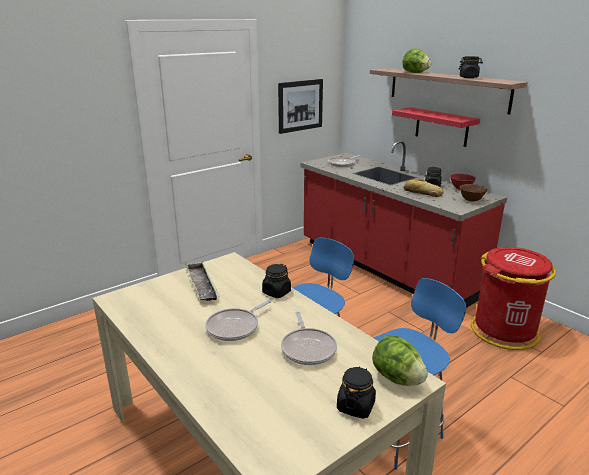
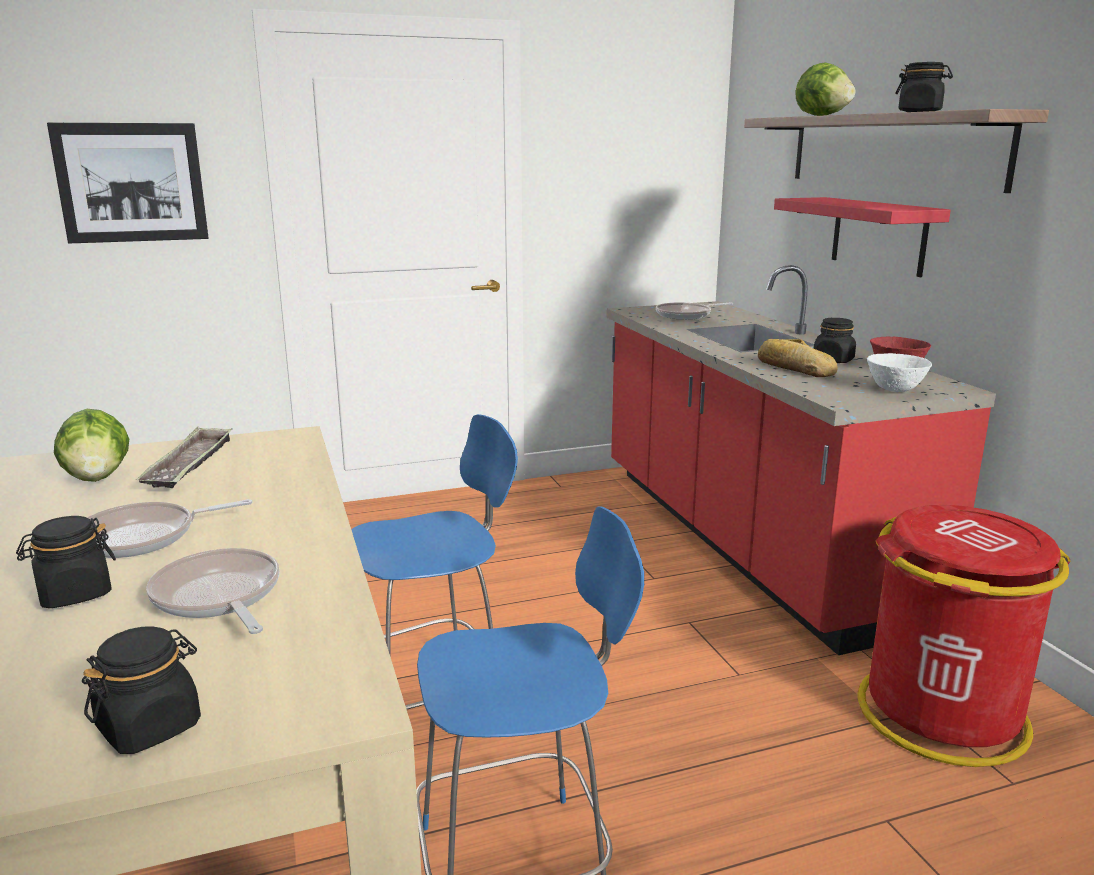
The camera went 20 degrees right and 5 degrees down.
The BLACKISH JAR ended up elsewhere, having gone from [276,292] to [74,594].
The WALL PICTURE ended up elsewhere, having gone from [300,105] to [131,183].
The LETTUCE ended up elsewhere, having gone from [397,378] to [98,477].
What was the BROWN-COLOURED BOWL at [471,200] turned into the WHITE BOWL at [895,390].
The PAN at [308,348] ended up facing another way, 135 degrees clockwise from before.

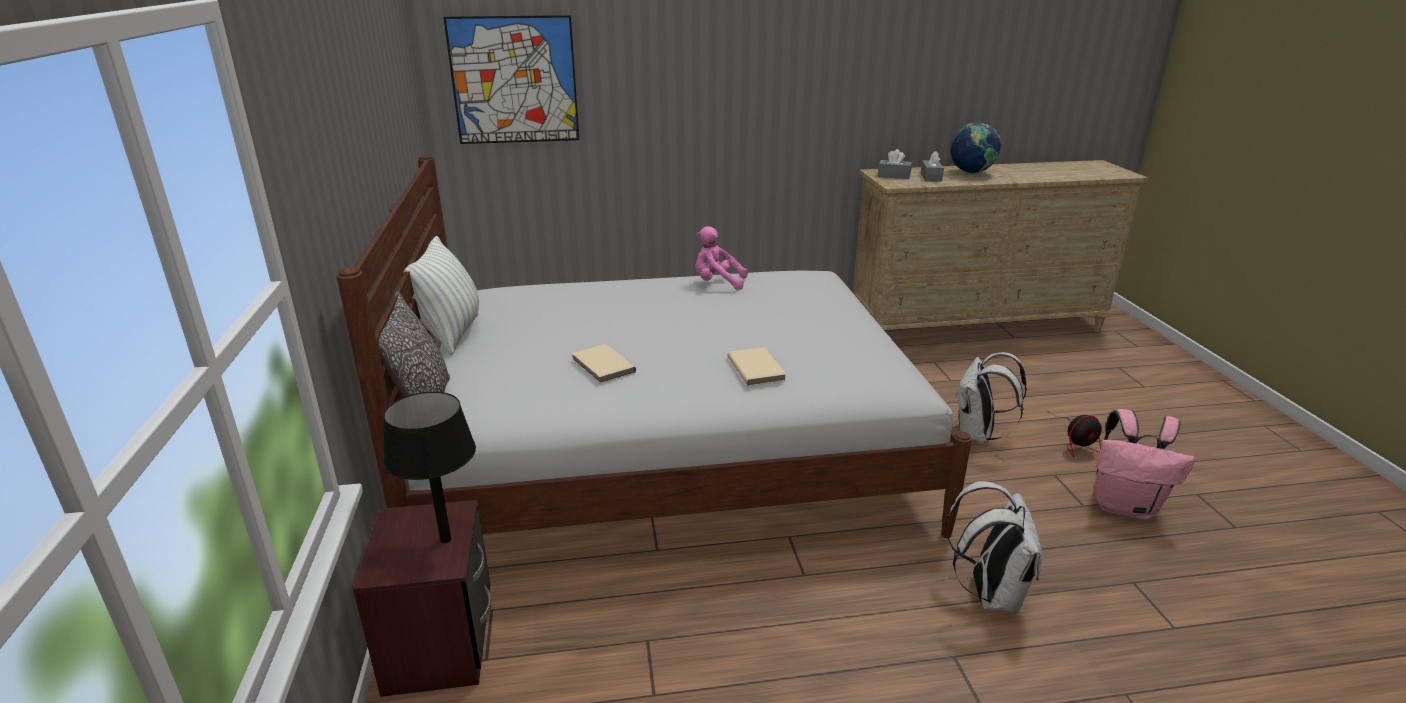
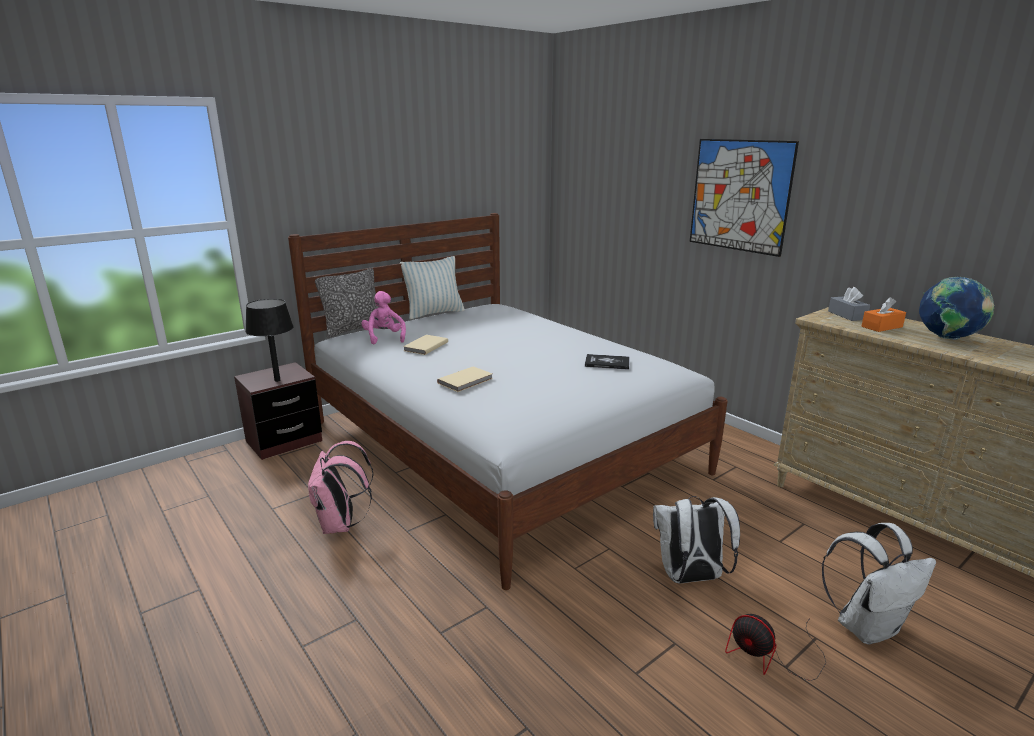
The camera went 60 degrees right and 5 degrees down.
The second view gained the BOOK at [607,363].
The WALL PICTURE ended up elsewhere, having gone from [514,80] to [739,195].
The PINK-COLOURED CUDDLY TOY ended up elsewhere, having gone from [717,283] to [384,338].
The WHITE BACKPACK ended up elsewhere, having gone from [989,594] to [867,626].
The PINK-COLOURED BACKPACK ended up elsewhere, having gone from [1125,507] to [341,525].
What was the GRAY TISSUE HOLDER at [931,177] turned into the ORANGE-COLOURED TISSUE HOLDER at [881,327].

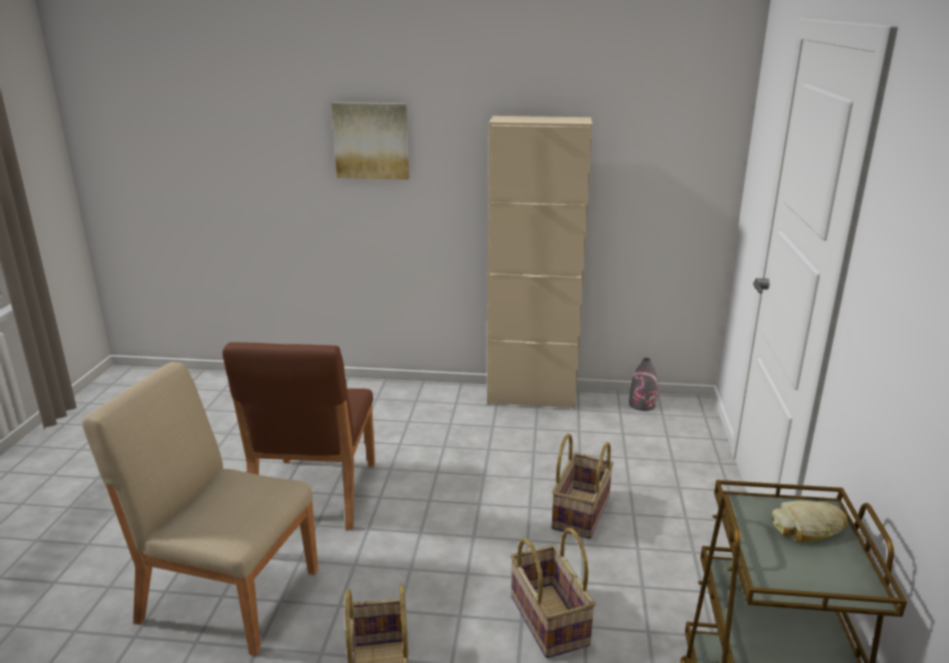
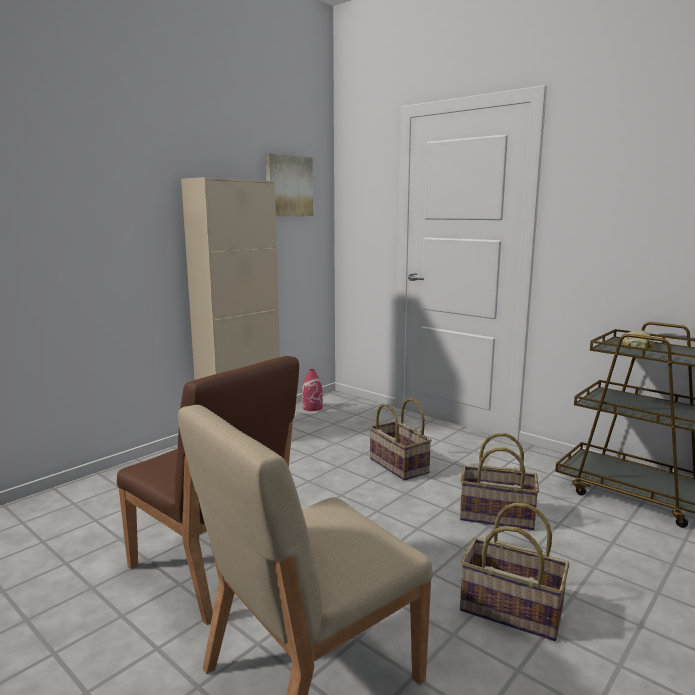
The camera went 55 degrees left and 10 degrees down.
The WALL PICTURE ended up elsewhere, having gone from [371,140] to [288,186].
What was the GRAY VASE at [642,405] turned into the RED-COLOURED VASE at [312,407].

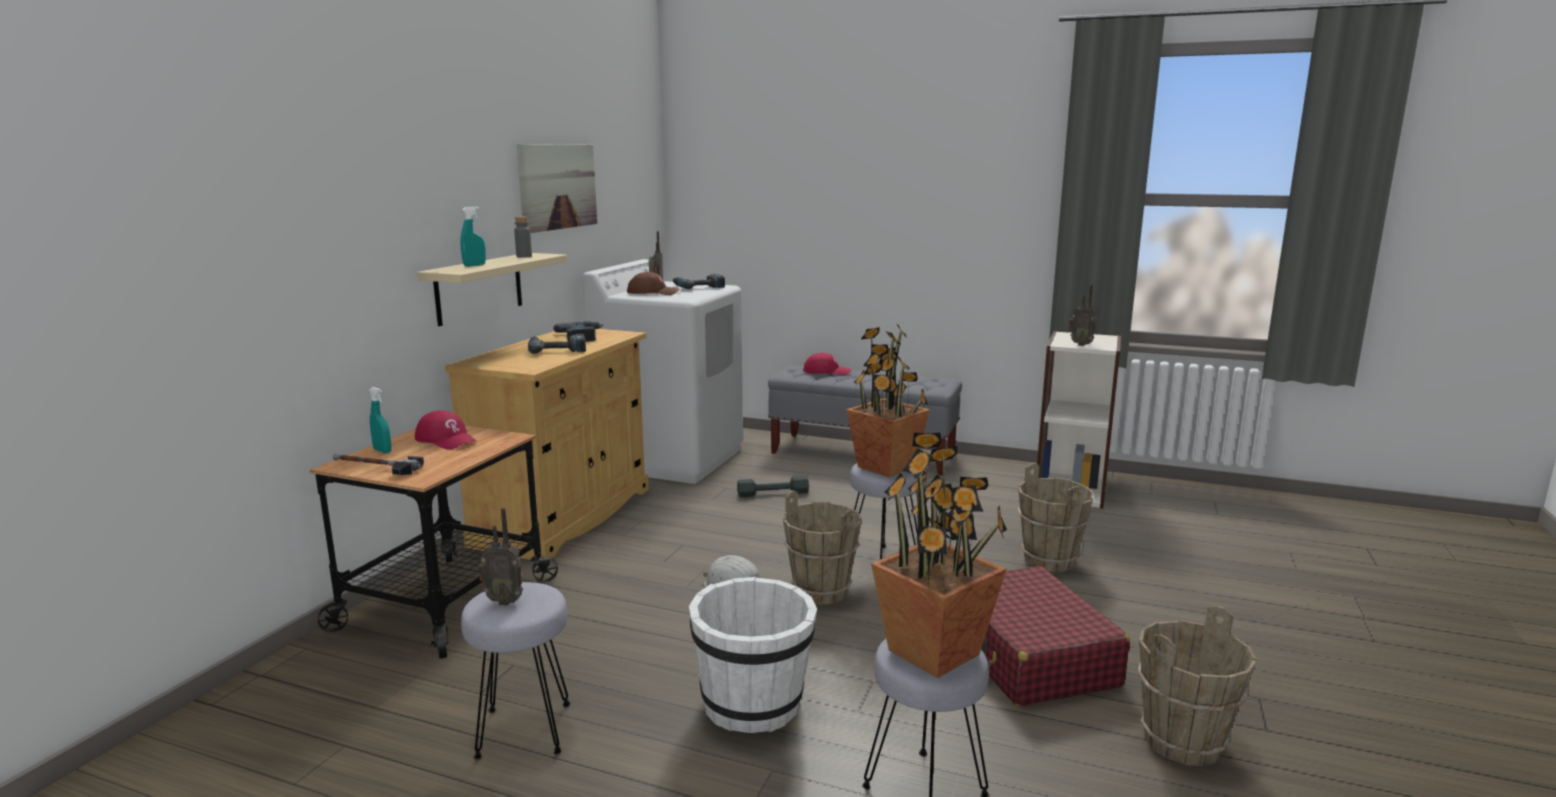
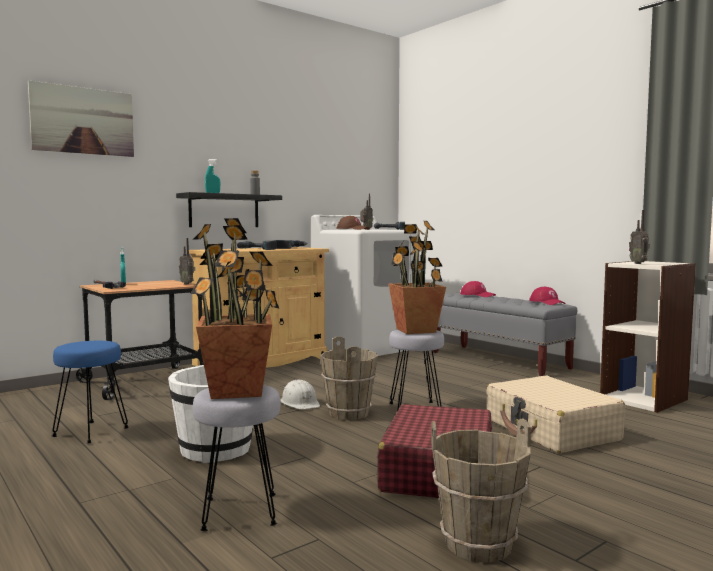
The camera went 30 degrees right and 10 degrees down.
The second view lost the GRAY HAND WEIGHT at [773,493].
The RED-COLOURED PEAKED CAP ended up elsewhere, having gone from [446,440] to [547,302].
The RADIO RECEIVER ended up elsewhere, having gone from [504,601] to [187,284].
The WALL PICTURE ended up elsewhere, having gone from [558,186] to [83,121].
Where the BROWN-COLOURED WATER BUCKET stood at [1050,560], the BEIGE TRAVEL CASE came to stand at [551,430].
What was the BEIGE WALL SHELF at [479,288] turned into the BLACKISH WALL SHELF at [224,211].
What was the GRAY STOOL SEAT at [526,730] turned into the BLUISH STOOL SEAT at [91,432].

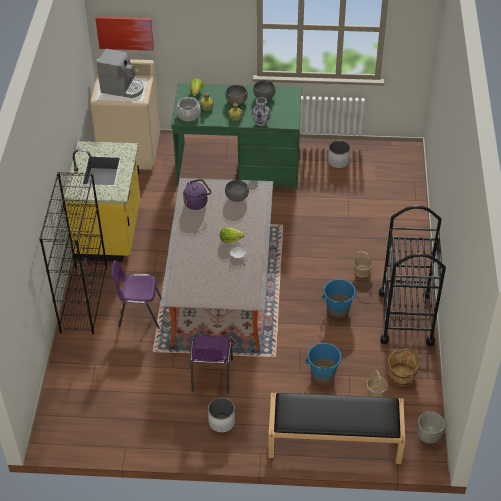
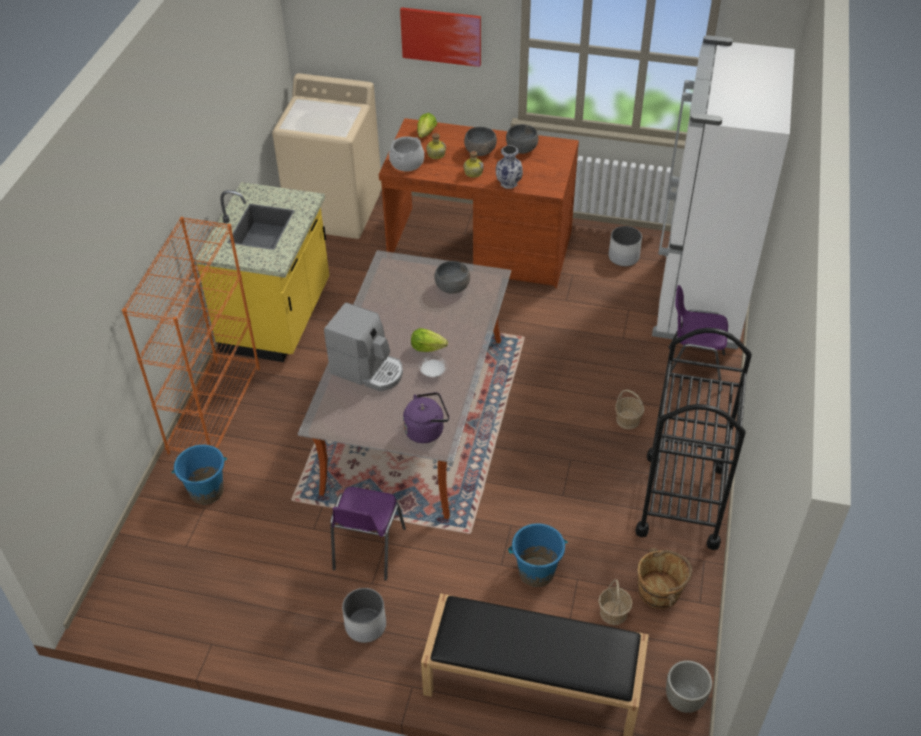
The camera went 10 degrees right and 0 degrees up.
The second view gained the WHITE KITCHEN FRIDGE at [697,299].
The WALL PICTURE ended up elsewhere, having gone from [125,32] to [441,36].
The COFFEE MACHINE ended up elsewhere, having gone from [122,88] to [368,370].
The PURPLE UPRIGHT CHAIR ended up elsewhere, having gone from [139,313] to [692,367].
The PURPLE KETTLE ended up elsewhere, having gone from [197,202] to [426,430].
The BLUISH WATER BUCKET ended up elsewhere, having gone from [338,309] to [206,491].
What was the BLACKISH BOOKCASE at [84,299] turned into the ORANGE-COLOURED BOOKCASE at [215,409].
What was the GREEN-COLOURED DESK UNIT at [239,166] turned into the BROWN-COLOURED DESK UNIT at [480,247].

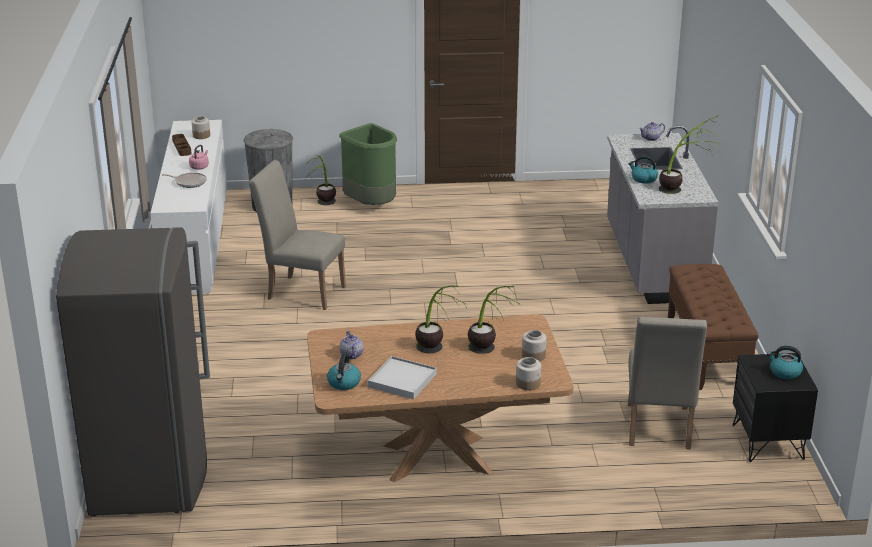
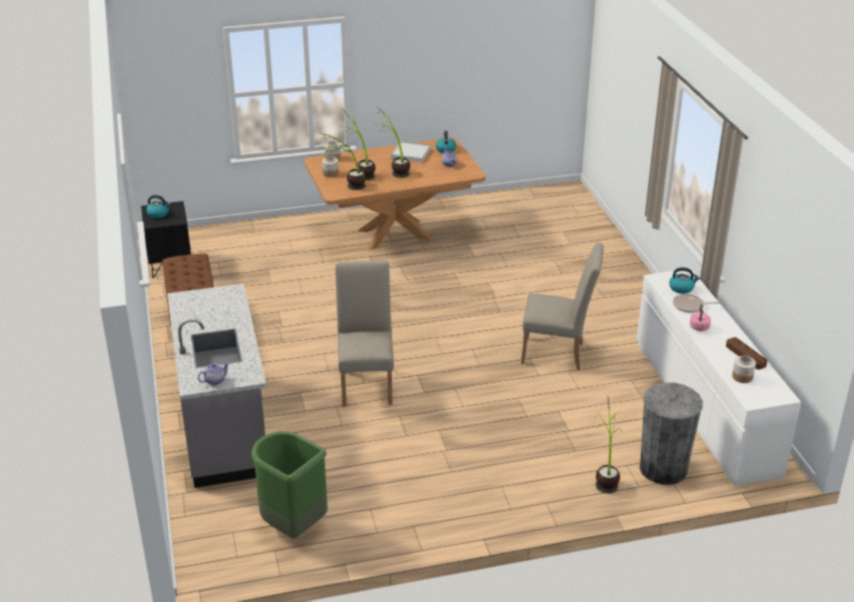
The camera went 170 degrees right and 5 degrees up.
The second view lost the GRAY KITCHEN FRIDGE at [150,475].
The GREEN-COLOURED WASTE BIN ended up elsewhere, having gone from [371,205] to [292,526].
The KETTLE ended up elsewhere, having gone from [643,179] to [682,288].
The BEIGE UPRIGHT CHAIR ended up elsewhere, having gone from [657,430] to [367,383].
The HOUSEPLANT ended up elsewhere, having gone from [683,188] to [345,187].

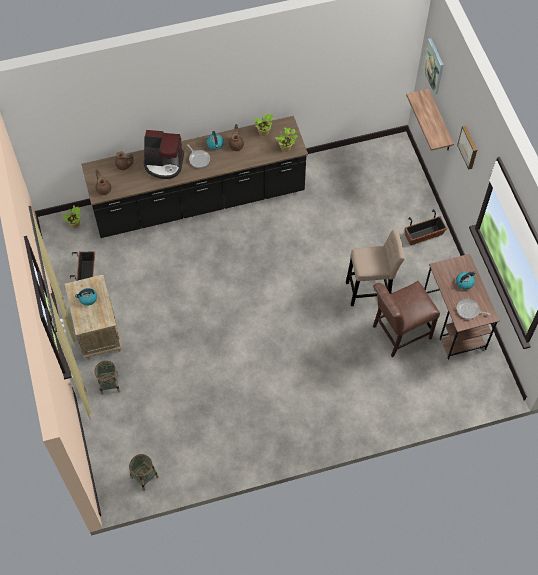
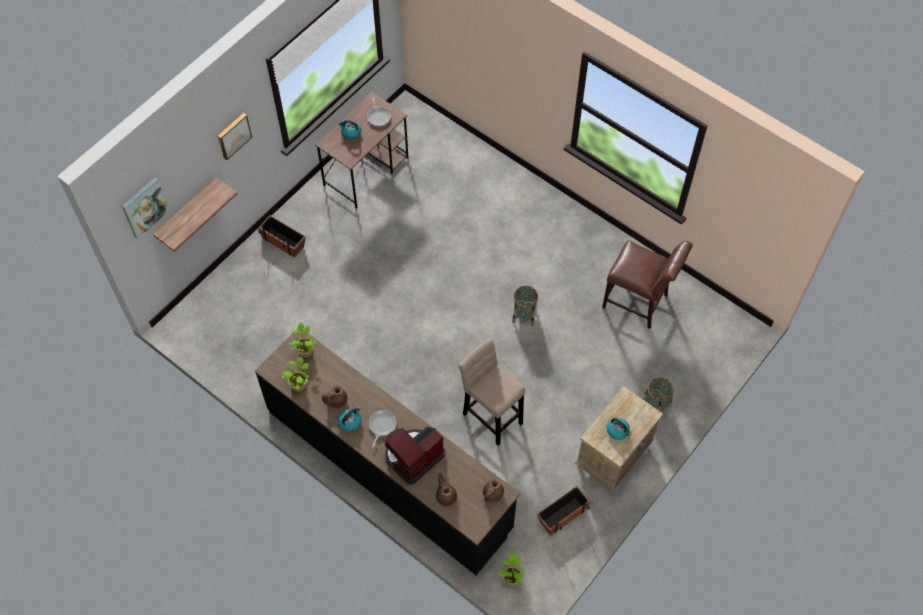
The camera went 125 degrees left and 0 degrees up.
The HOUSEHOLD BASKET ended up elsewhere, having gone from [144,477] to [524,315].
The BEIGE STOOL SEAT ended up elsewhere, having gone from [371,291] to [490,415].
The BROWN-COLOURED UPRIGHT CHAIR ended up elsewhere, having gone from [398,333] to [638,303].
The COFFEE MACHINE at [164,163] ended up facing another way, 105 degrees counterclockwise from before.

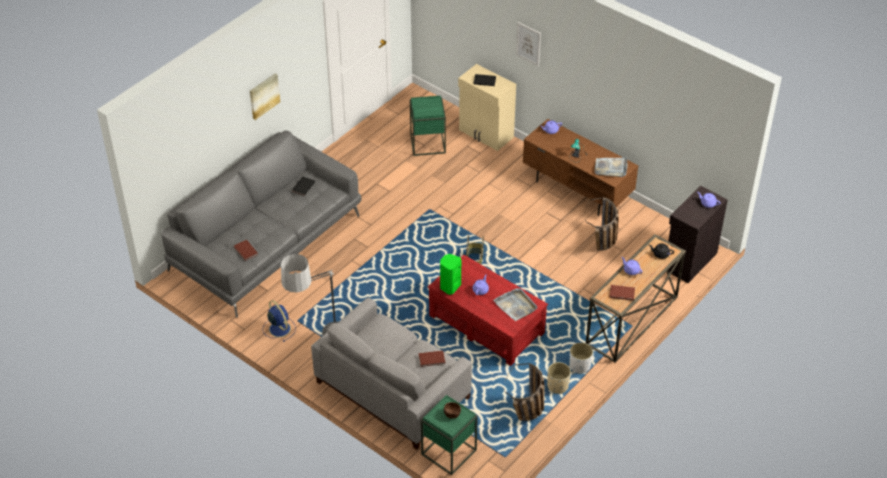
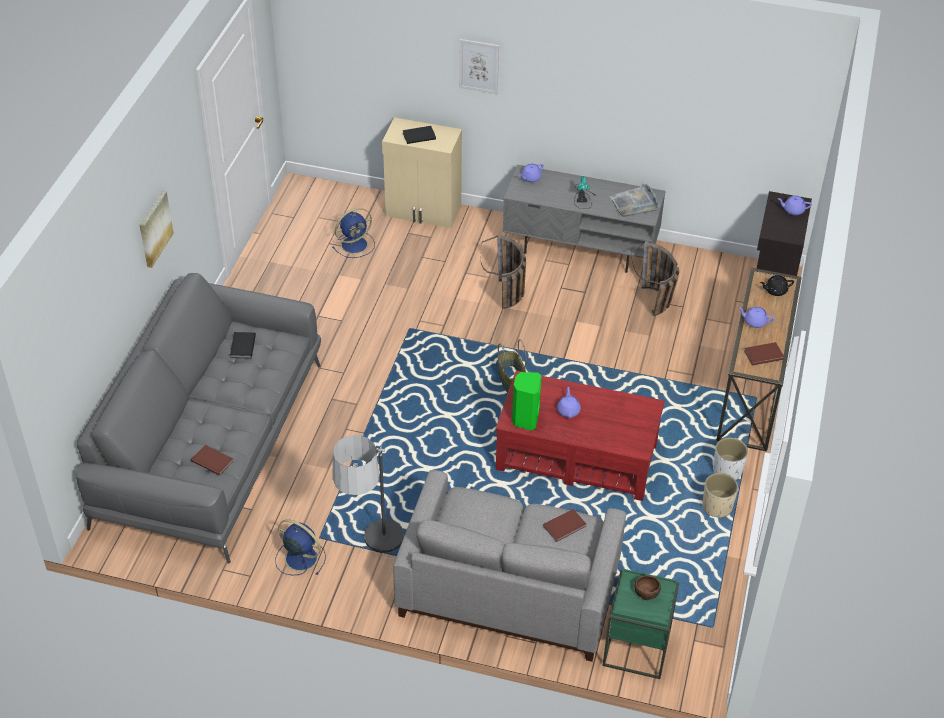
The camera went 25 degrees left and 0 degrees up.
The second view lost the GRAY SERVING TRAY at [516,305].
The HOUSEHOLD BASKET ended up elsewhere, having gone from [527,414] to [508,301].
Where the GREEN-COLOURED ACCENT TABLE stood at [428,143], the BLUISH ELECTRIC FAN came to stand at [355,244].
What was the BROWN-COLOURED TV STAND at [578,189] turned into the GRAY TV STAND at [581,247].

